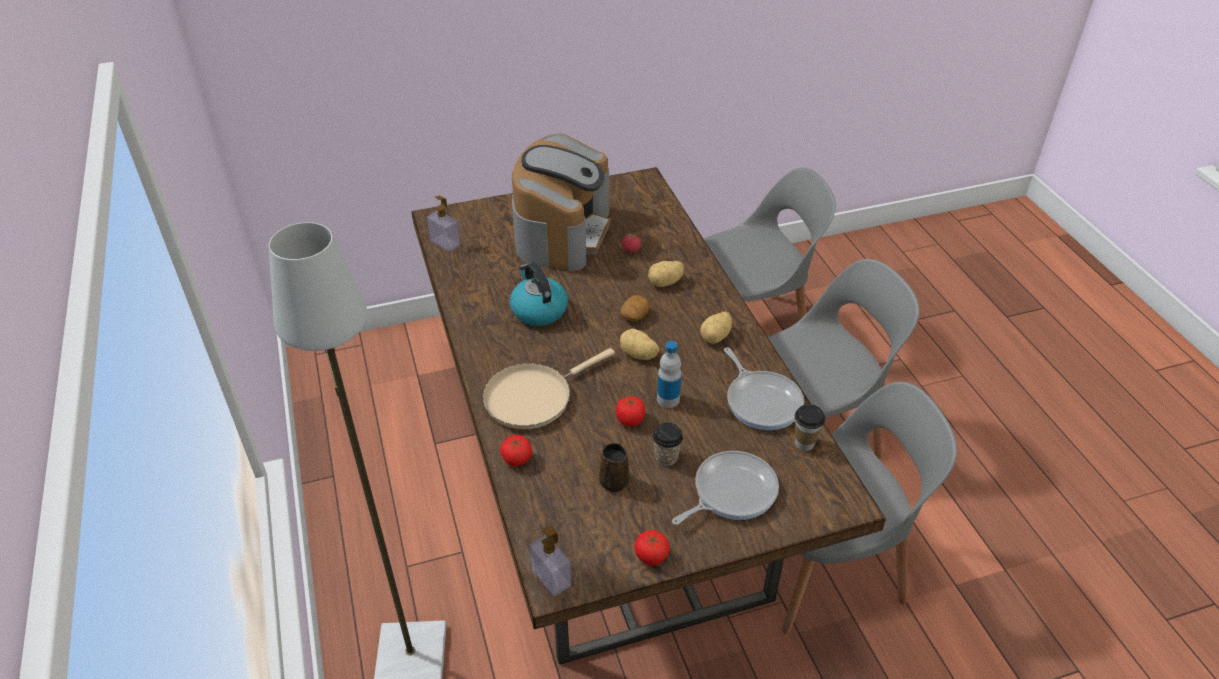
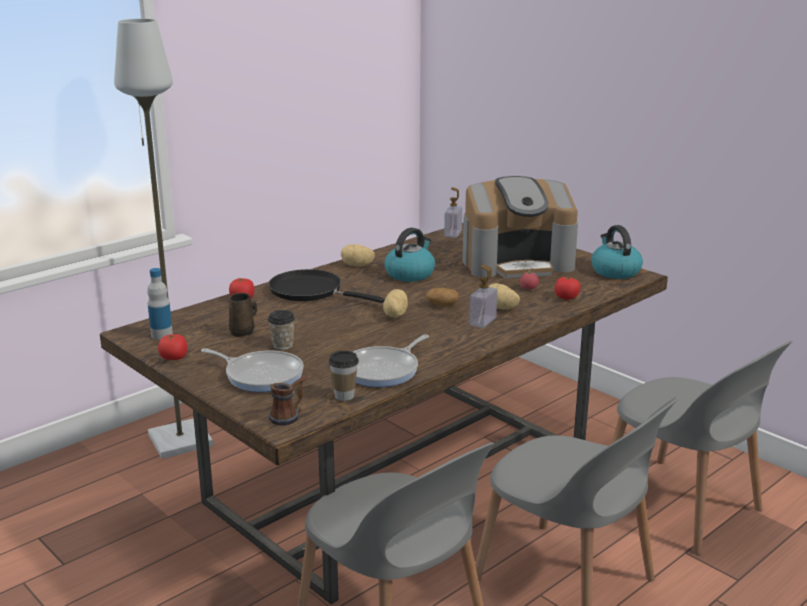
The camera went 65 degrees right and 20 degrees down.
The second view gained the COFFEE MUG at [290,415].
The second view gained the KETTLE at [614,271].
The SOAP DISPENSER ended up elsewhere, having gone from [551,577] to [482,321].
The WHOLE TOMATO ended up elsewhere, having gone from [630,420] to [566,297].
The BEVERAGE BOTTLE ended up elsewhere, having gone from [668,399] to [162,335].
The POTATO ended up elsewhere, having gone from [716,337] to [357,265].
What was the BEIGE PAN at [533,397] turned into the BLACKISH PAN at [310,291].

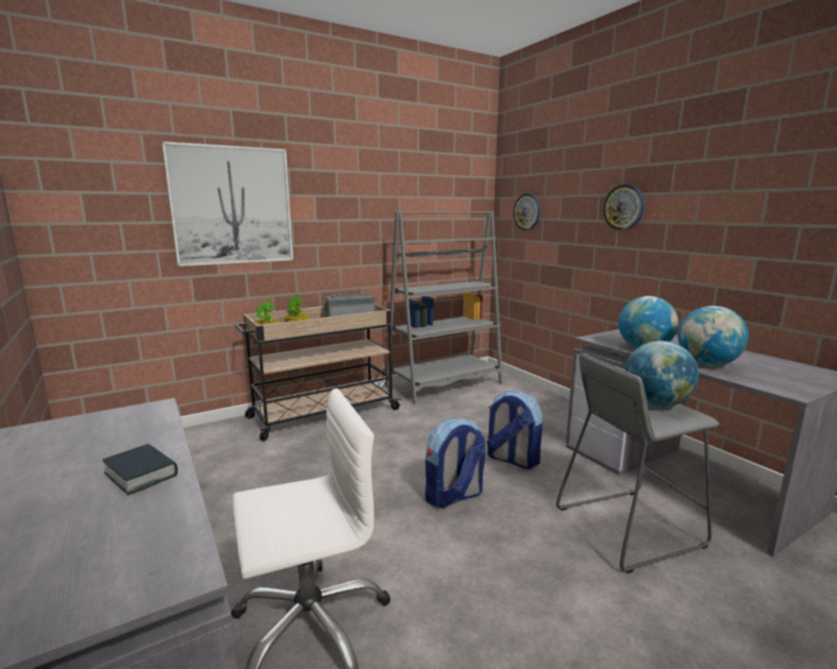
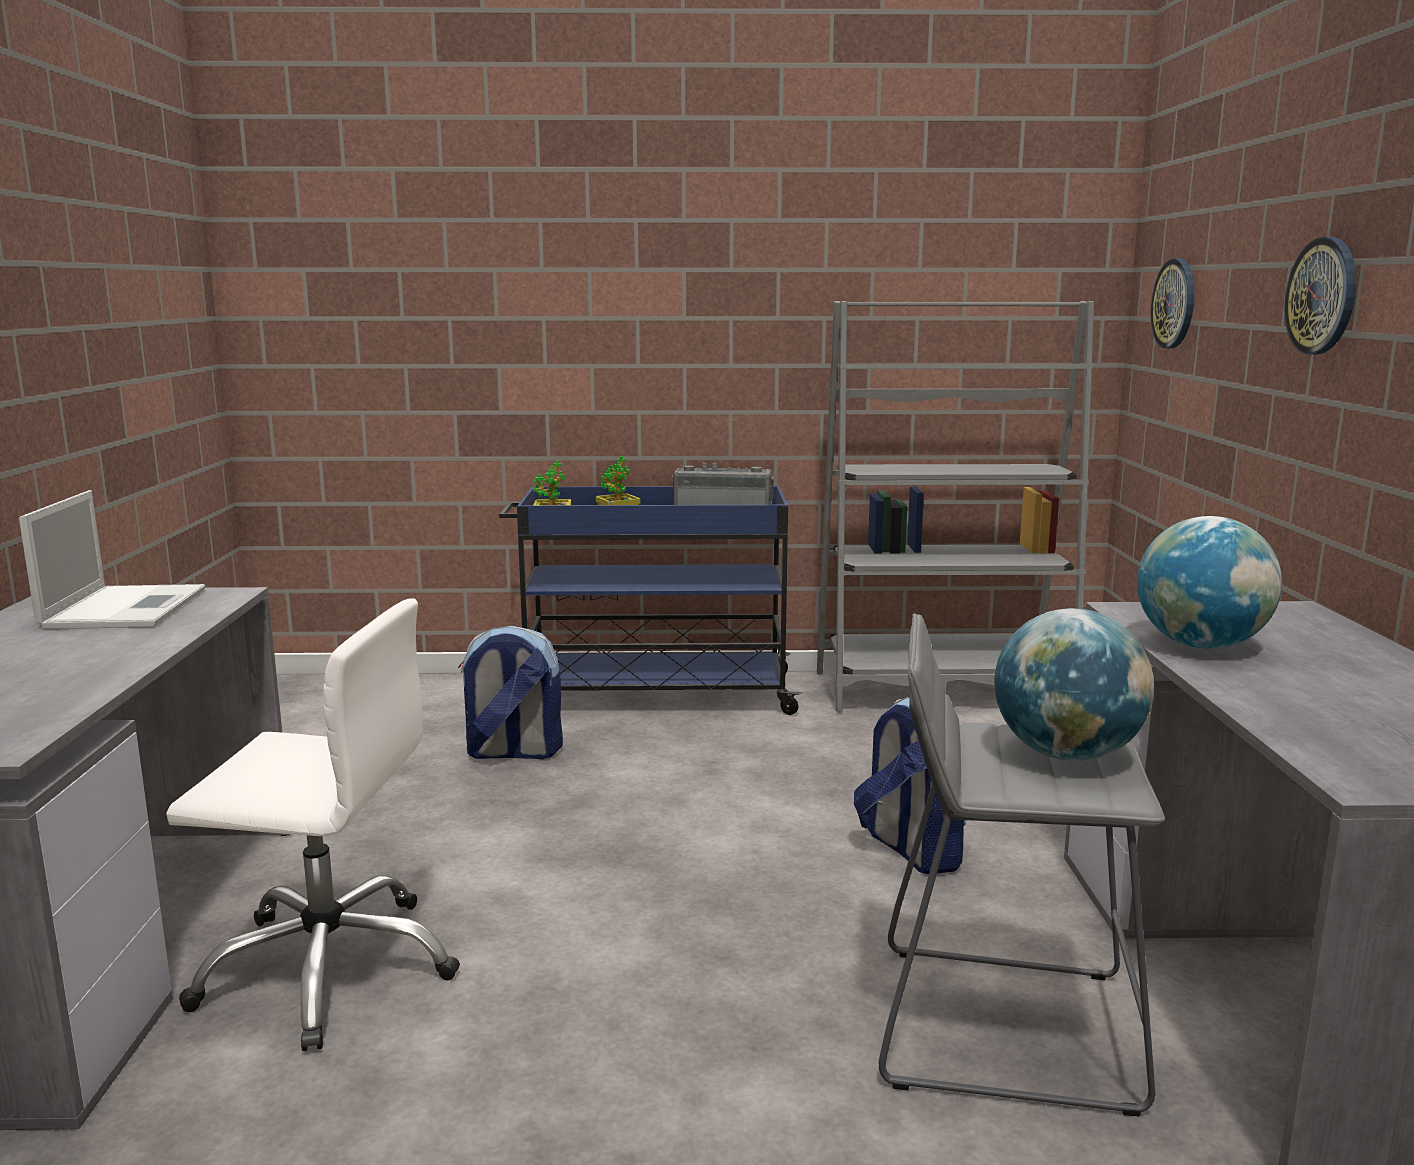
The camera went 30 degrees right and 0 degrees up.
The second view lost the BOOK at [141,474].
The second view lost the WALL PICTURE at [232,206].
The second view lost the DESK GLOBE at [707,364].
The second view gained the PORTABLE COMPUTER at [126,608].
The BACKPACK ended up elsewhere, having gone from [453,497] to [512,752].
What was the BEIGE TROLLEY at [322,414] turned into the BLUISH TROLLEY at [652,695].

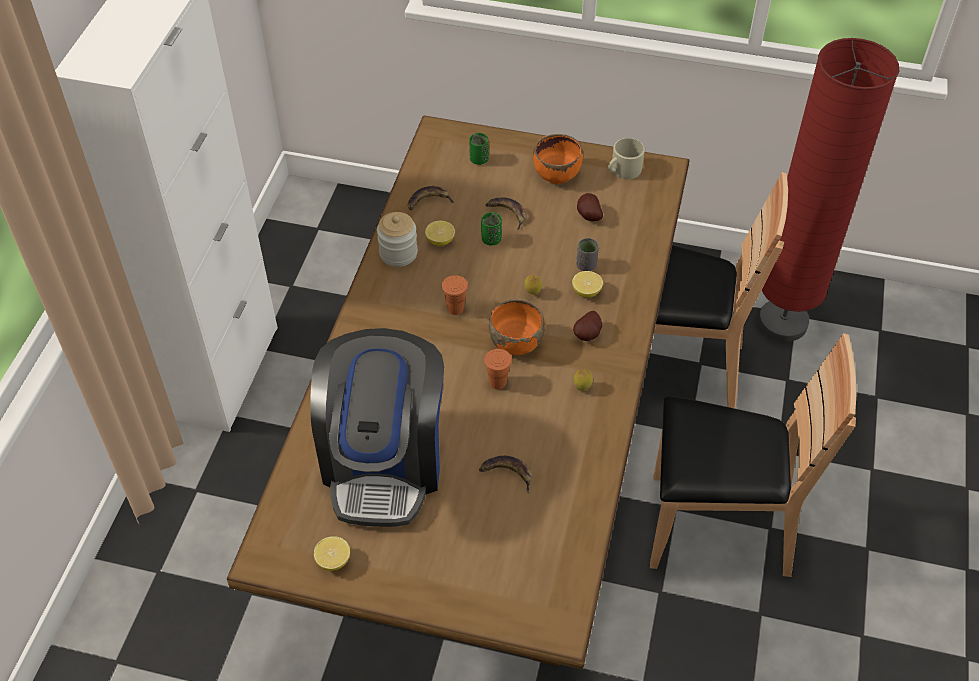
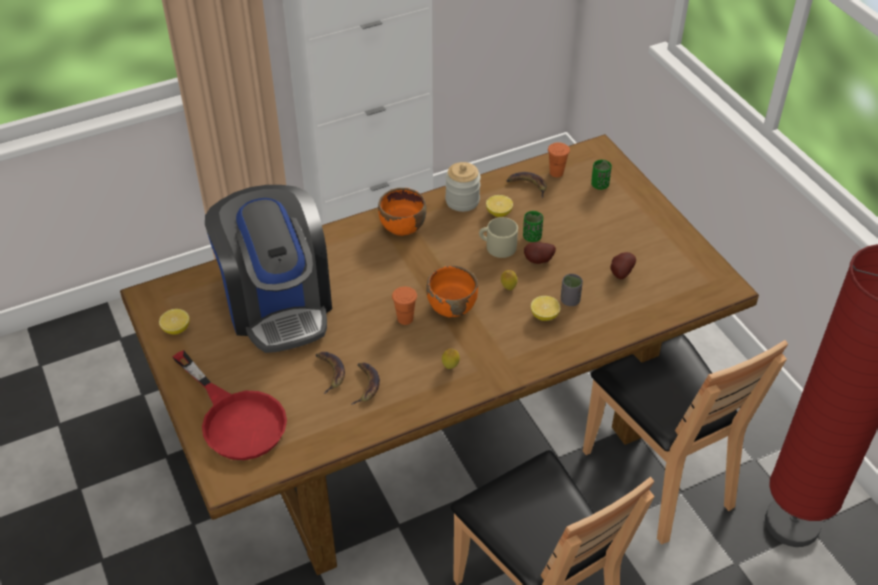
The camera went 50 degrees right and 5 degrees down.
The second view gained the RED-COLOURED PAN at [236,418].
The ORANGE-COLOURED SMALL CUP ended up elsewhere, having gone from [455,308] to [556,173].
The BANANA ended up elsewhere, having gone from [507,213] to [365,384].
The ORANGE-COLOURED BOWL ended up elsewhere, having gone from [557,174] to [402,227].
The POTATO ended up elsewhere, having gone from [588,335] to [539,261].
The BEIGE COFFEE MUG ended up elsewhere, having gone from [623,170] to [497,246].
The COFFEE MACHINE at [384,461] ended up facing another way, 75 degrees counterclockwise from before.

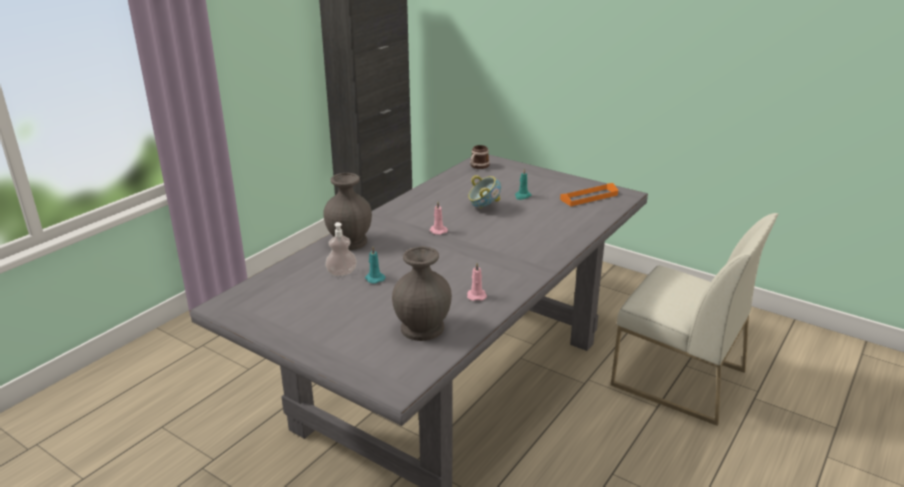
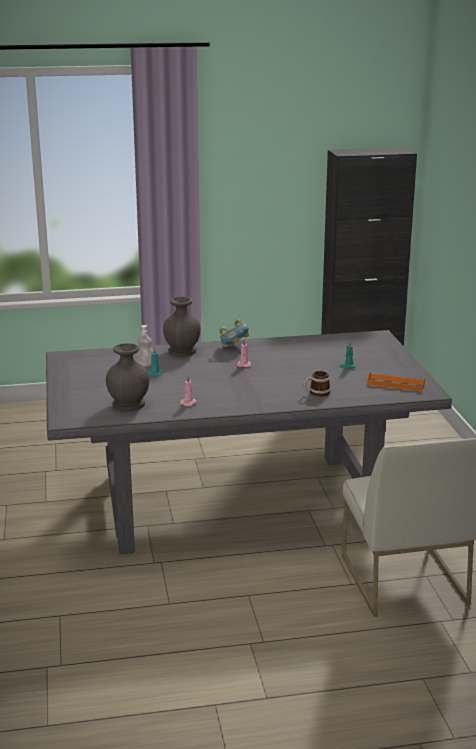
The camera went 45 degrees right and 5 degrees down.
The BOWL ended up elsewhere, having gone from [484,207] to [234,346].
The COFFEE MUG ended up elsewhere, having gone from [478,166] to [316,393].

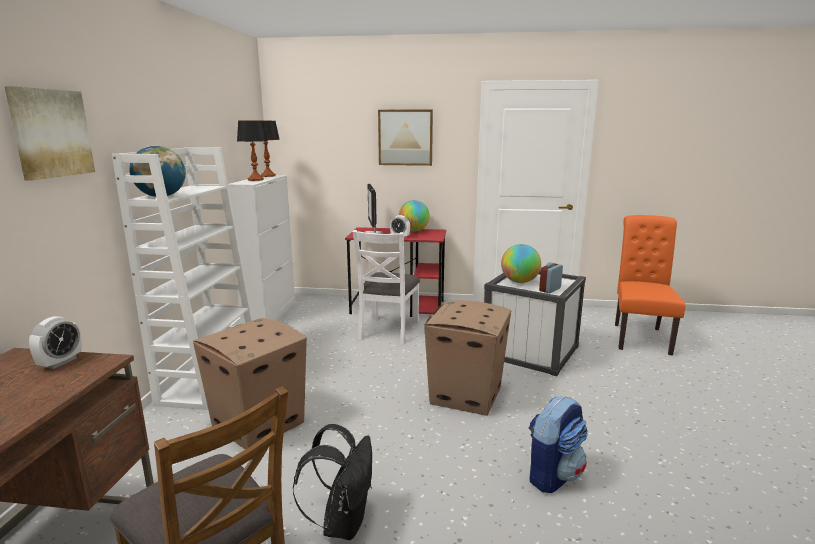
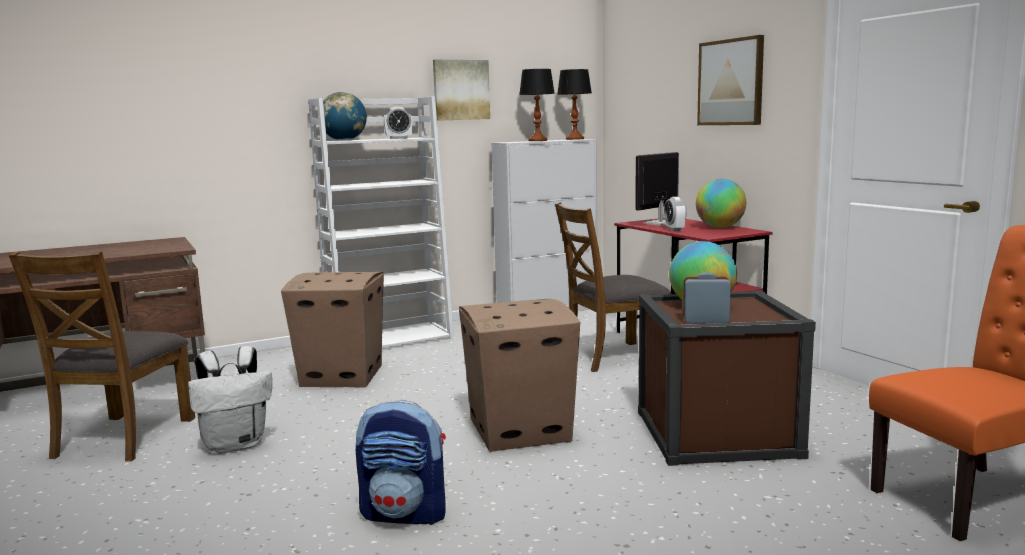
The camera went 55 degrees right and 5 degrees down.
The WALL PICTURE ended up elsewhere, having gone from [50,133] to [461,90].
The ALARM CLOCK ended up elsewhere, having gone from [60,362] to [399,138].
What was the BLACKISH BACKPACK at [342,522] turned into the WHITE BACKPACK at [236,445].
What was the WHITE UPRIGHT CHAIR at [388,330] turned into the BROWN-COLOURED UPRIGHT CHAIR at [613,356].
What was the WHITE STORAGE CONTAINER at [531,351] turned into the BROWN-COLOURED STORAGE CONTAINER at [716,434].

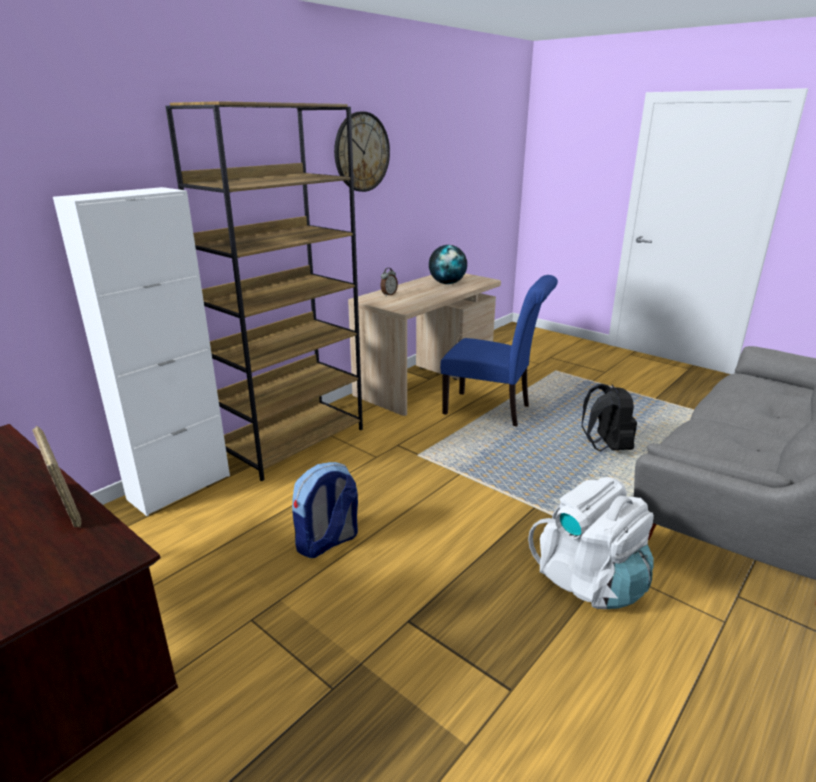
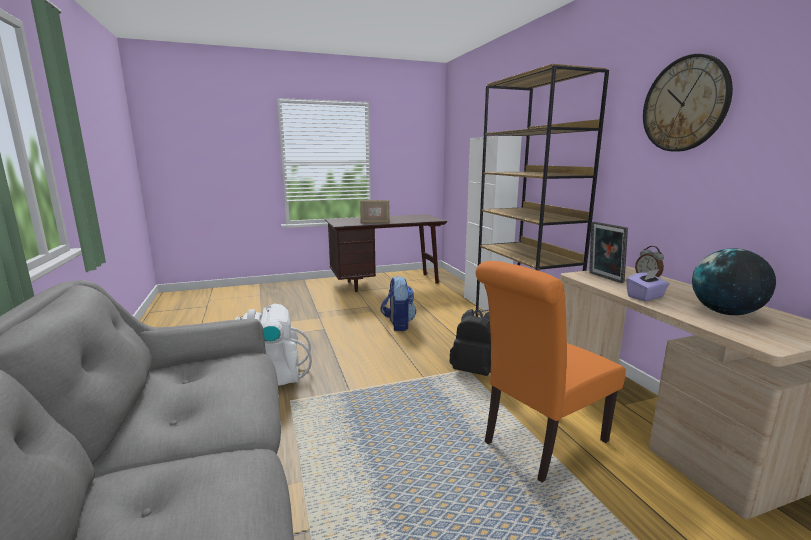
The camera went 120 degrees right and 10 degrees down.
The second view gained the STANDING FRAME at [604,278].
The second view gained the PURPLE TISSUE HOLDER at [645,297].
The BLACKISH BACKPACK ended up elsewhere, having gone from [606,447] to [474,371].
What was the BLUISH UPRIGHT CHAIR at [492,410] turned into the ORANGE-COLOURED UPRIGHT CHAIR at [539,443].

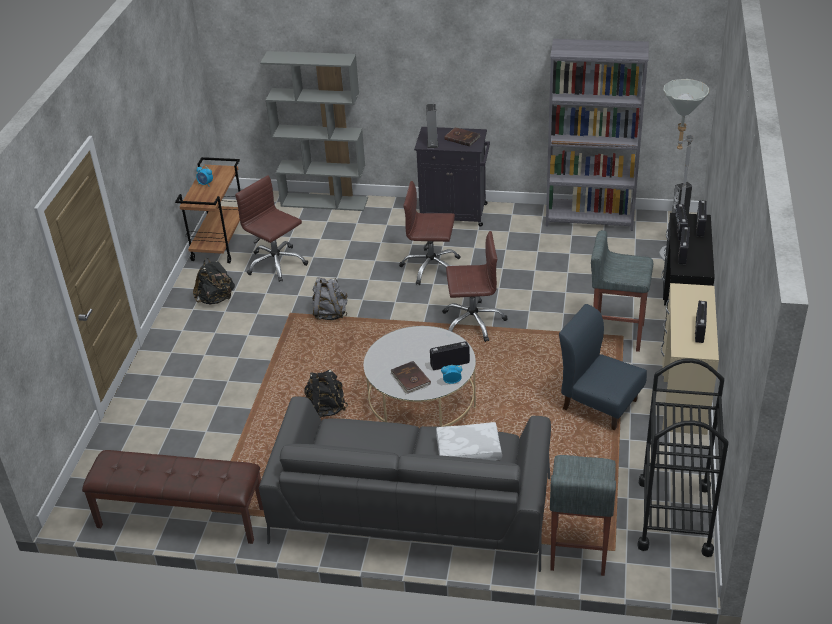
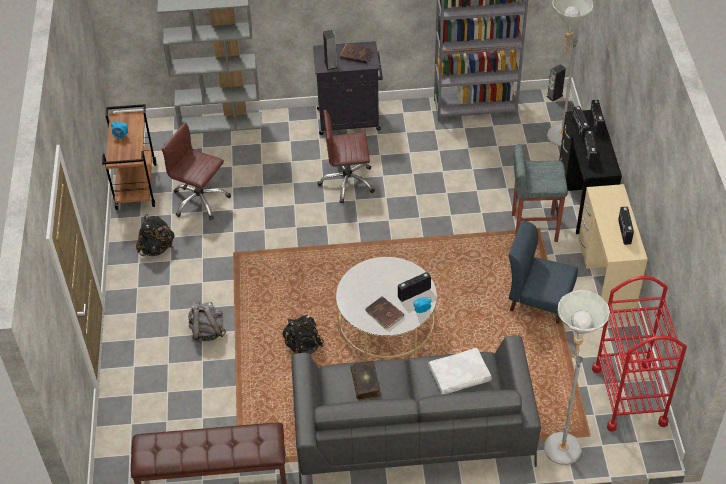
The camera went 15 degrees left and 10 degrees up.
The second view lost the BROWN-COLOURED COMPUTER CHAIR at [473,322].
The second view gained the BOOK at [366,383].
The GRAY BACKPACK ended up elsewhere, having gone from [330,313] to [207,331].
Where the GRAY STOOL SEAT stood at [577,551], the GRAY STANDARD LAMP came to stand at [560,442].
What was the BLACKISH TROLLEY at [674,517] turned into the RED-COLOURED TROLLEY at [629,396].

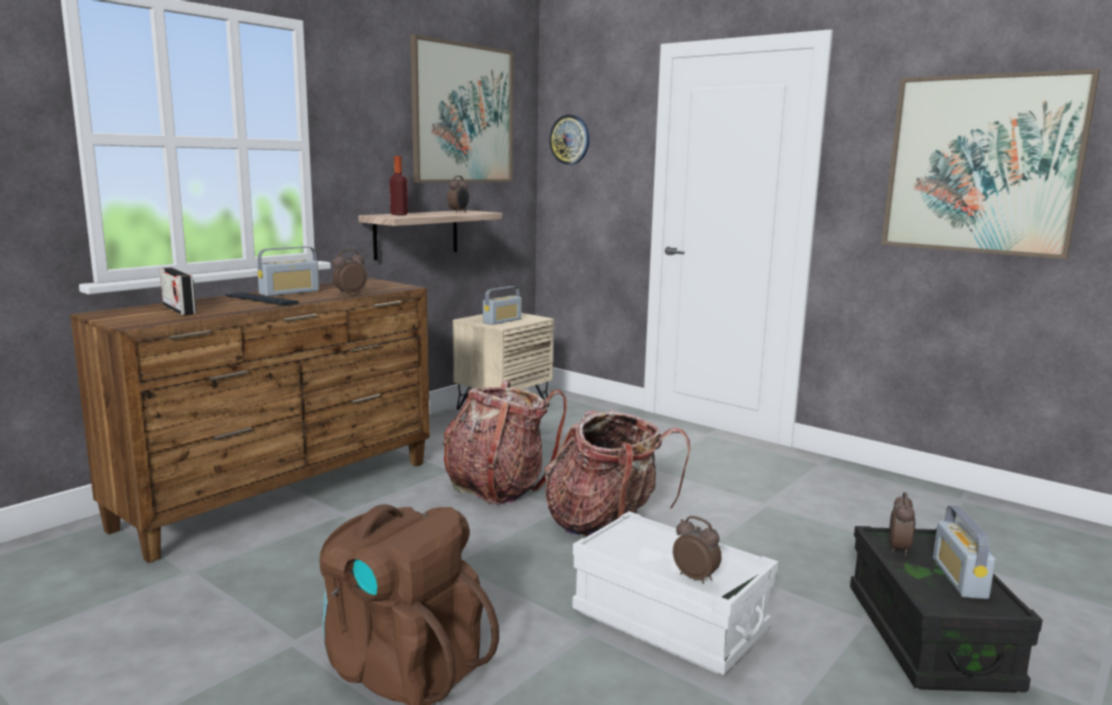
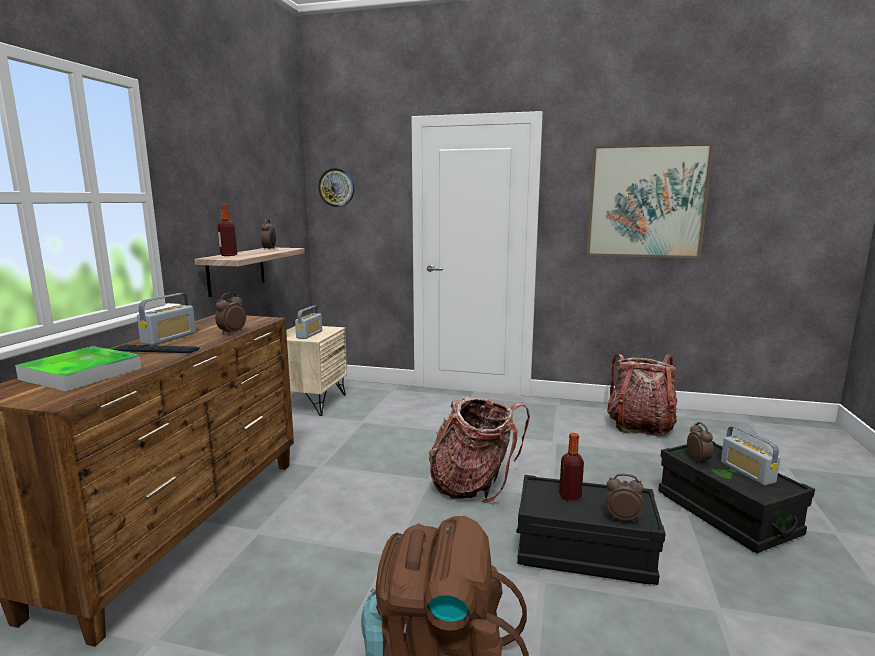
The camera went 25 degrees left and 0 degrees up.
The second view lost the WALL PICTURE at [463,114].
The second view gained the BEVERAGE BOTTLE at [570,496].
The BACKPACK ended up elsewhere, having gone from [498,487] to [639,425].
Where the RADIO RECEIVER stood at [179,309], the SERVING TRAY came to stand at [81,373].
What was the WHITE STORAGE CONTAINER at [669,621] turned into the BLACKISH STORAGE CONTAINER at [584,552].

